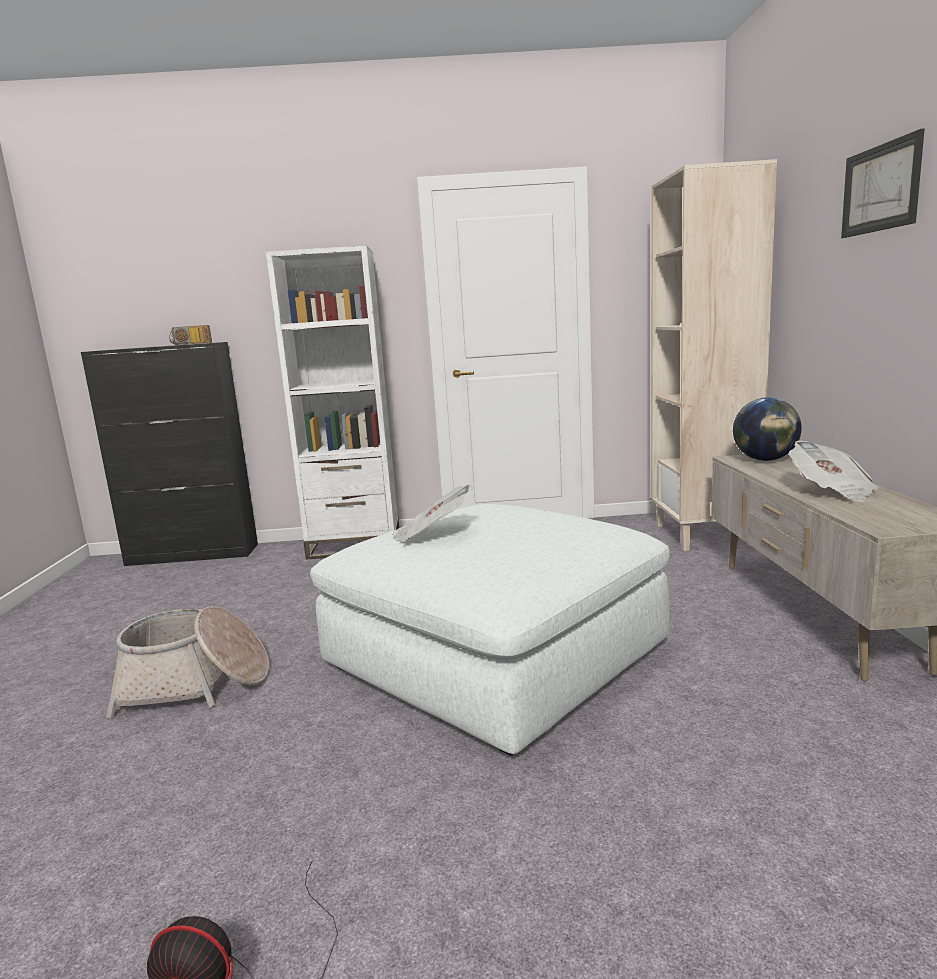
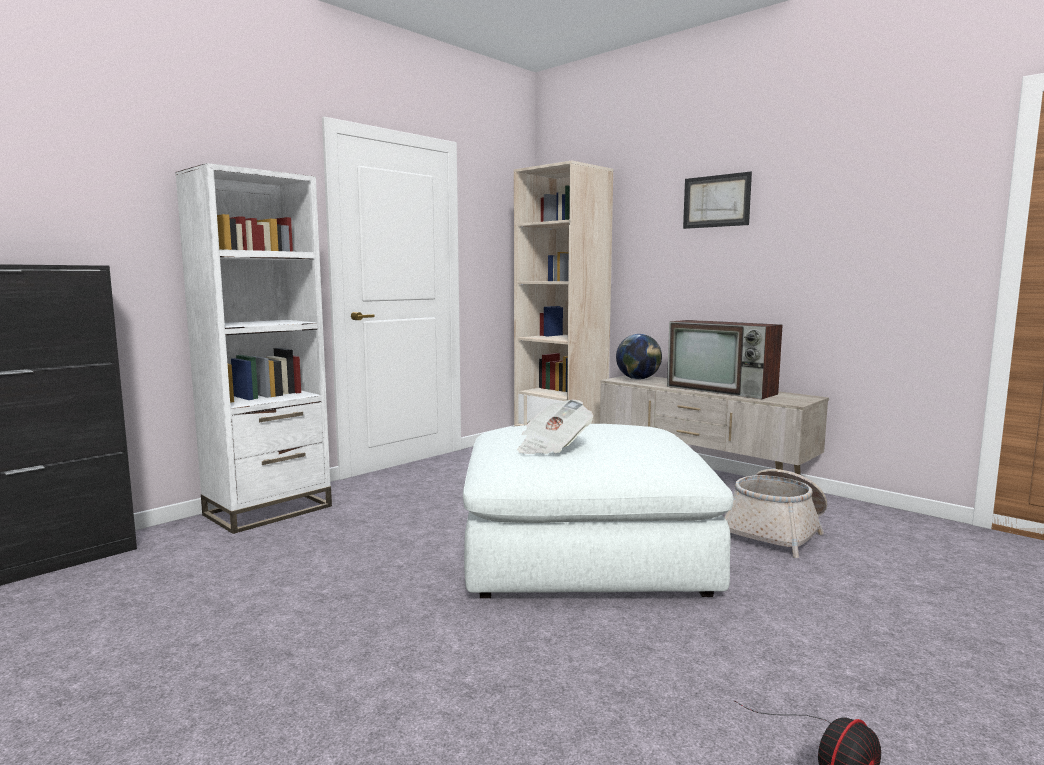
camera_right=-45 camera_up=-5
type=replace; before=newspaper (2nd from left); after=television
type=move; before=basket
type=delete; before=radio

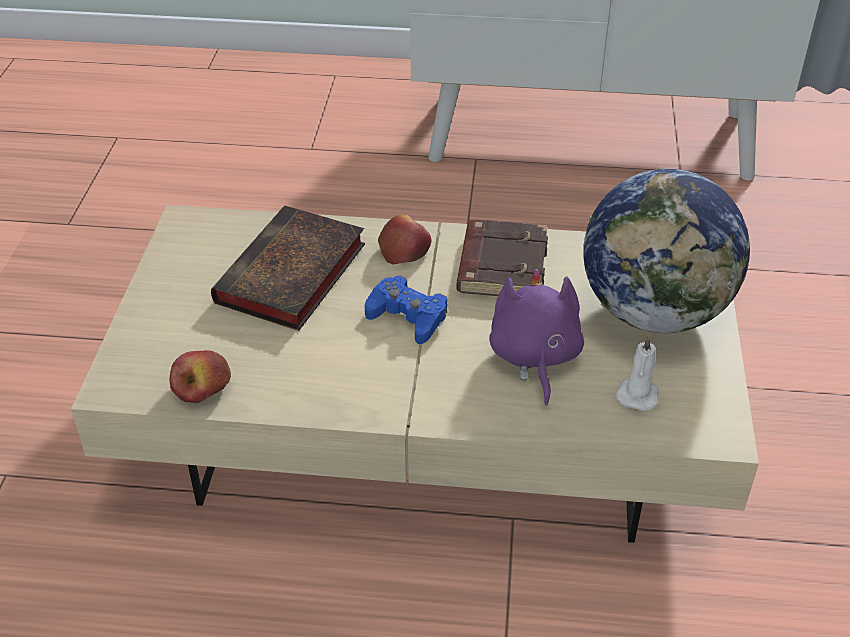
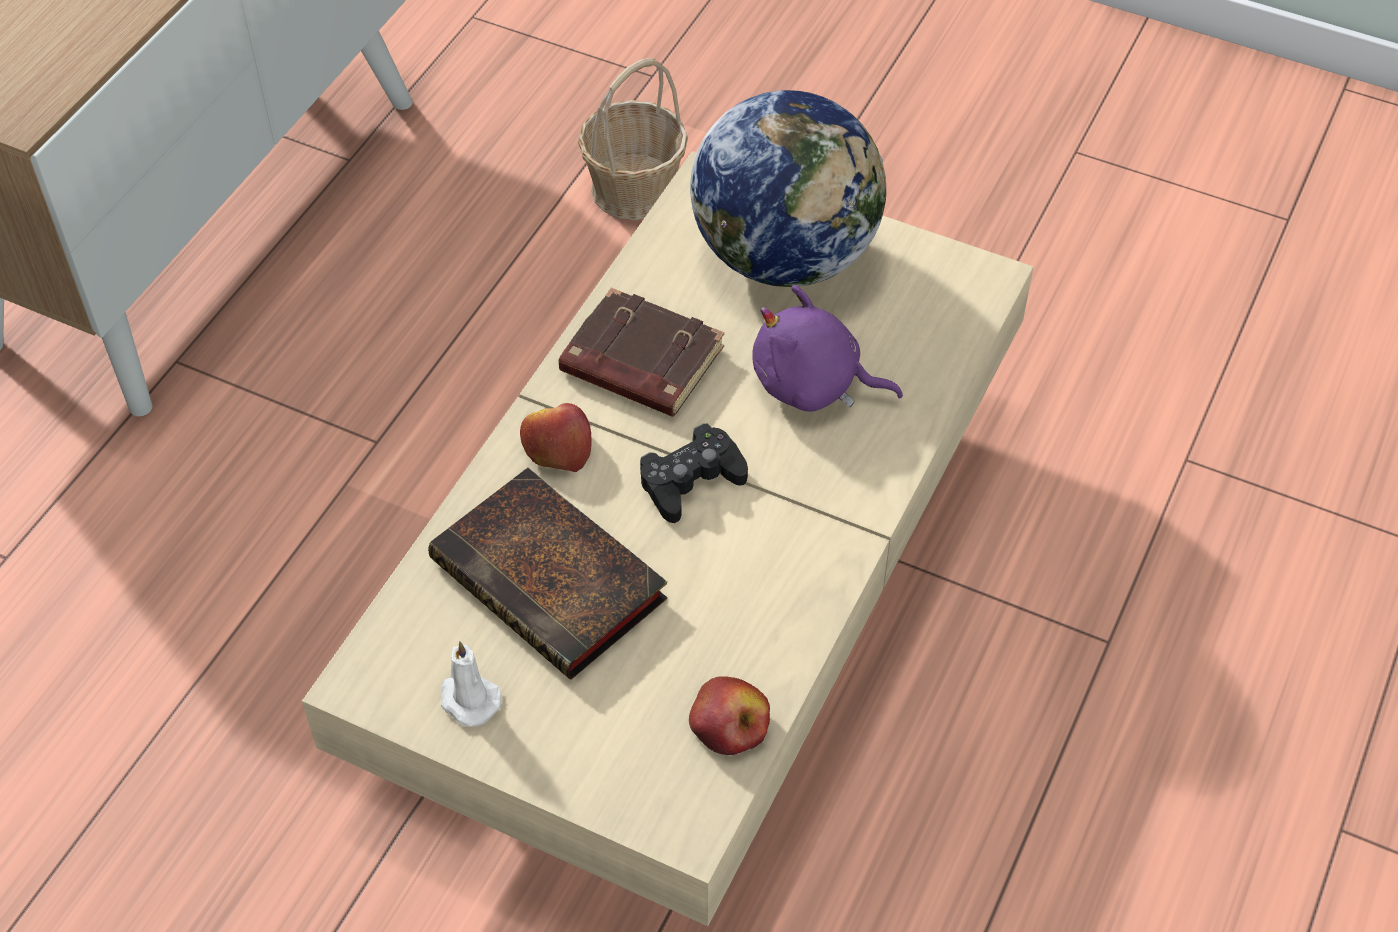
camera_right=-70 camera_up=10
type=move; before=white_candle
type=insert; after=basket
type=recolor; before=blue_game_controller; after=black_game_controller

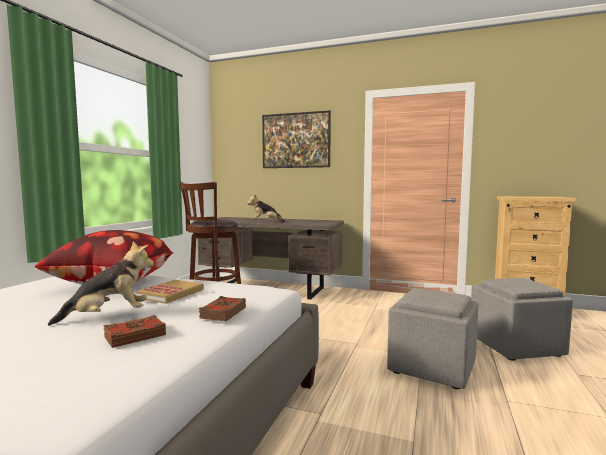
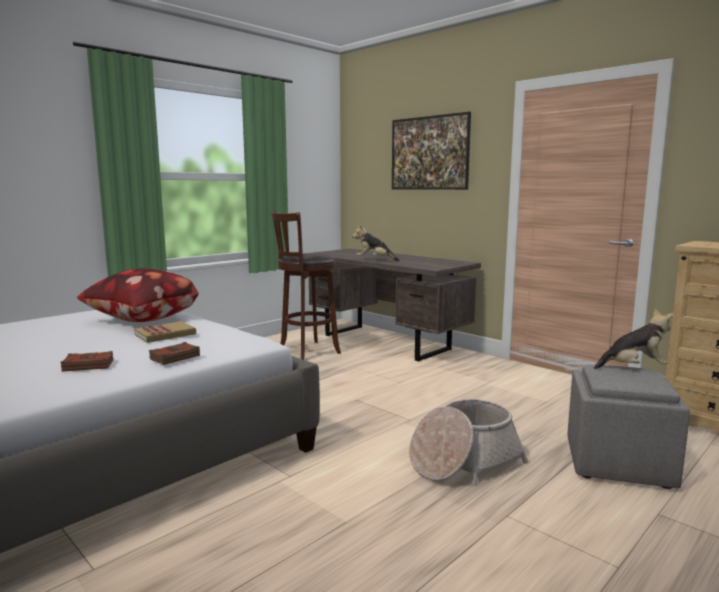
camera_right=25 camera_up=5
type=replace; before=grey_ottoman (1st from left); after=basket
type=move; before=plush_toy (1st from left in the first image); after=plush_toy (2nd from left)

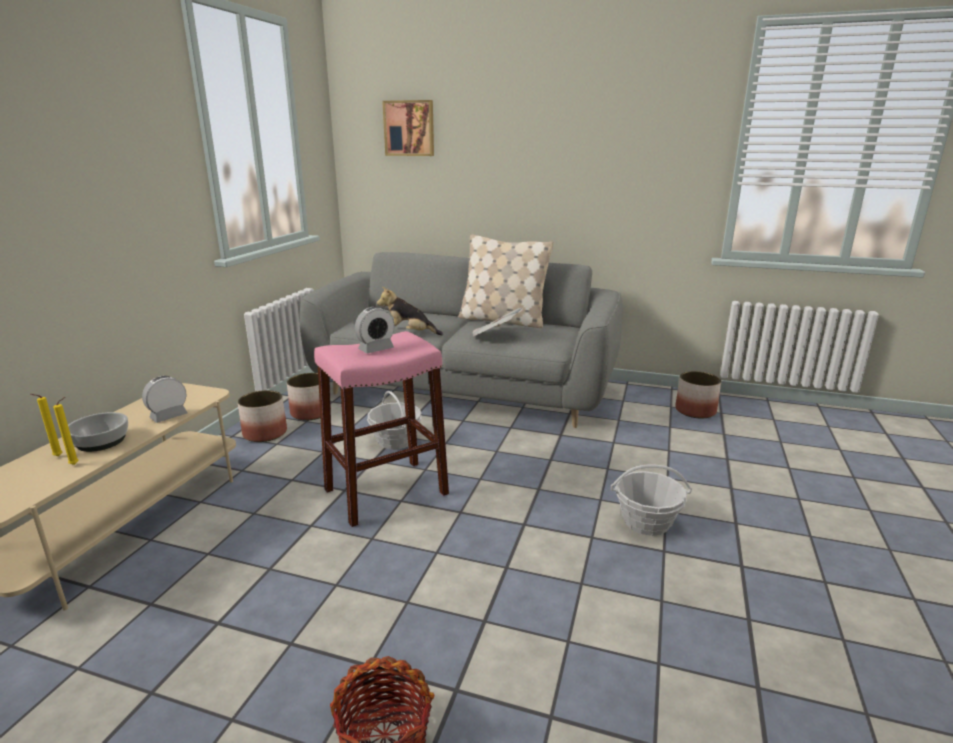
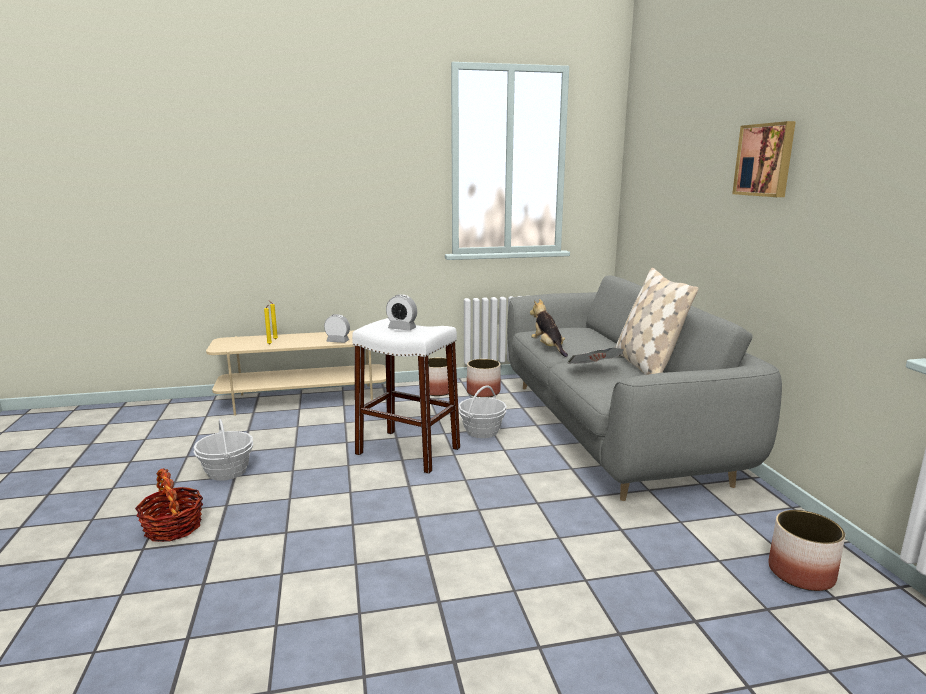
camera_right=60 camera_up=-5
type=move; before=basket (3rd from left in the first image); after=basket (2nd from left)
type=recolor; before=pink_stool; after=white_stool
type=move; before=picture
type=delete; before=bowl

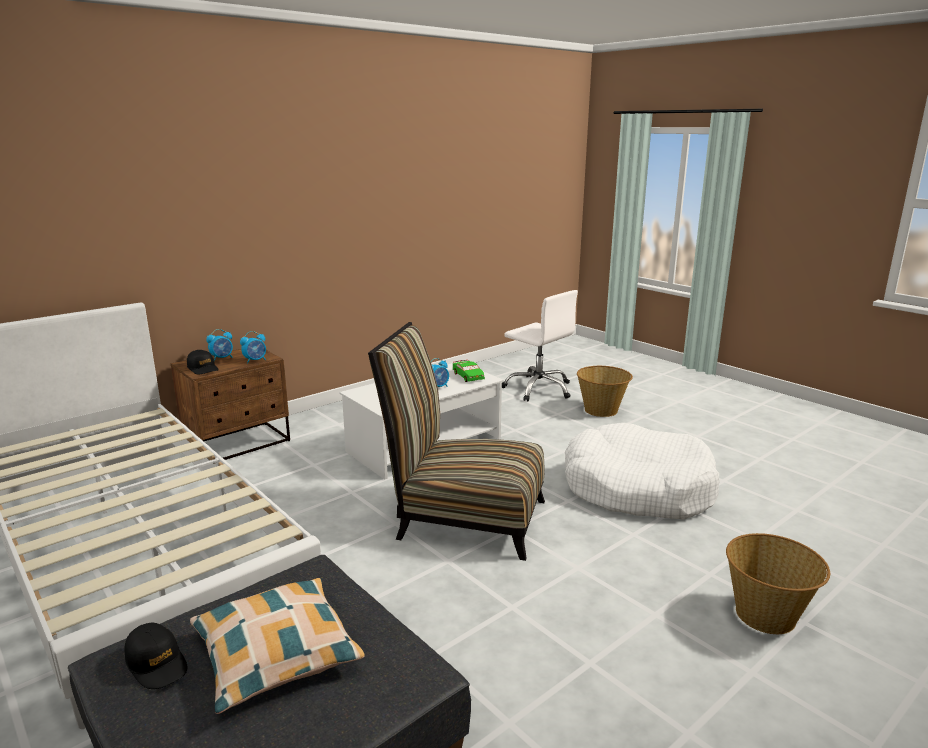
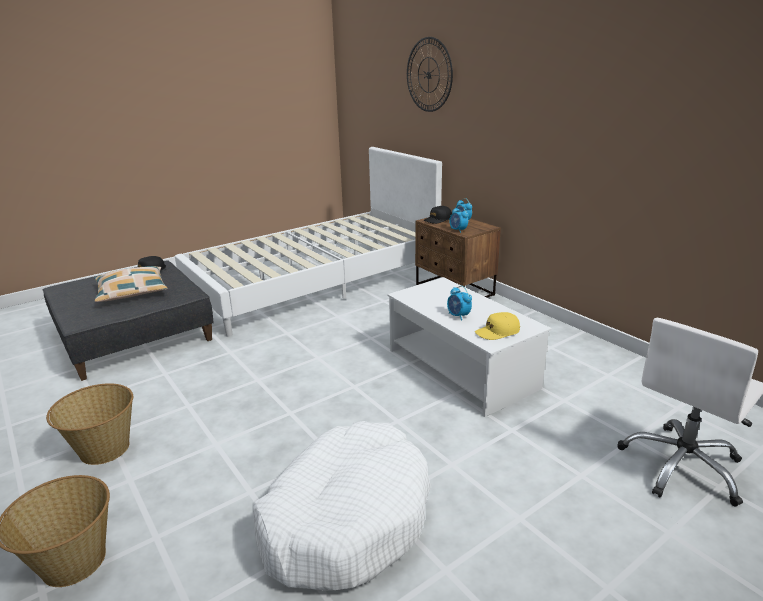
camera_right=95 camera_up=5
type=move; before=basket (1st from left in the first image); after=basket (2nd from left)
type=insert; after=wall_clock
type=replace; before=green_toy_car; after=yellow_cap
type=delete; before=chair

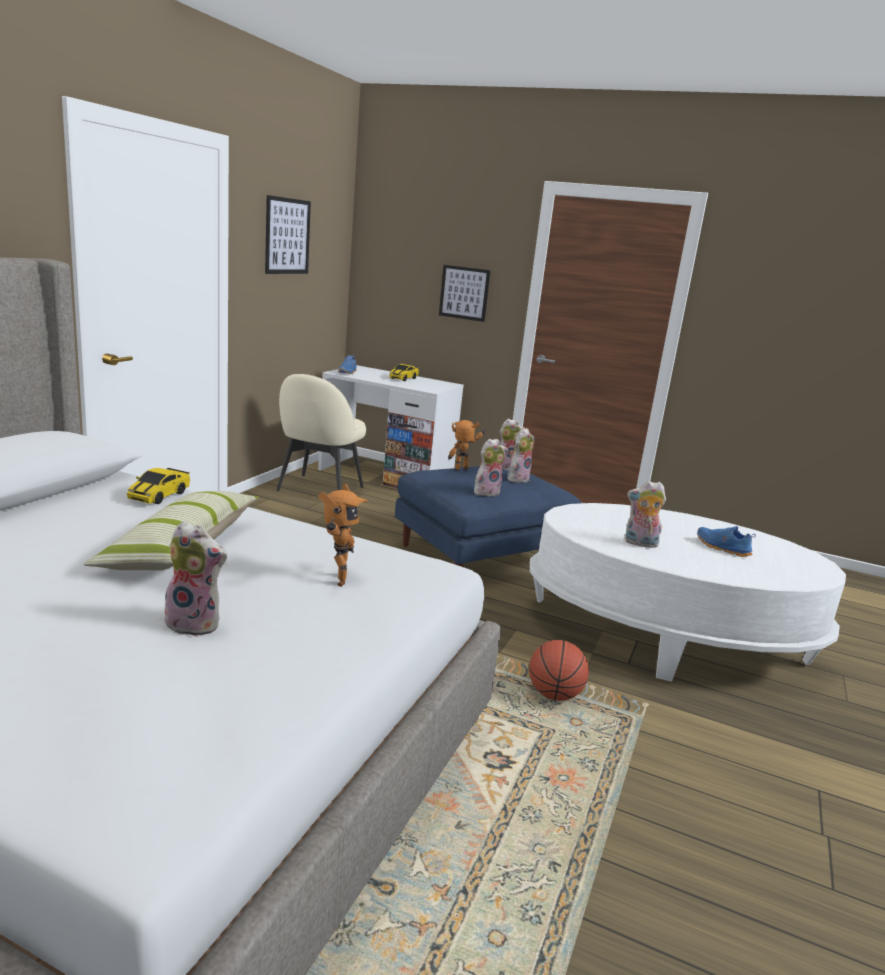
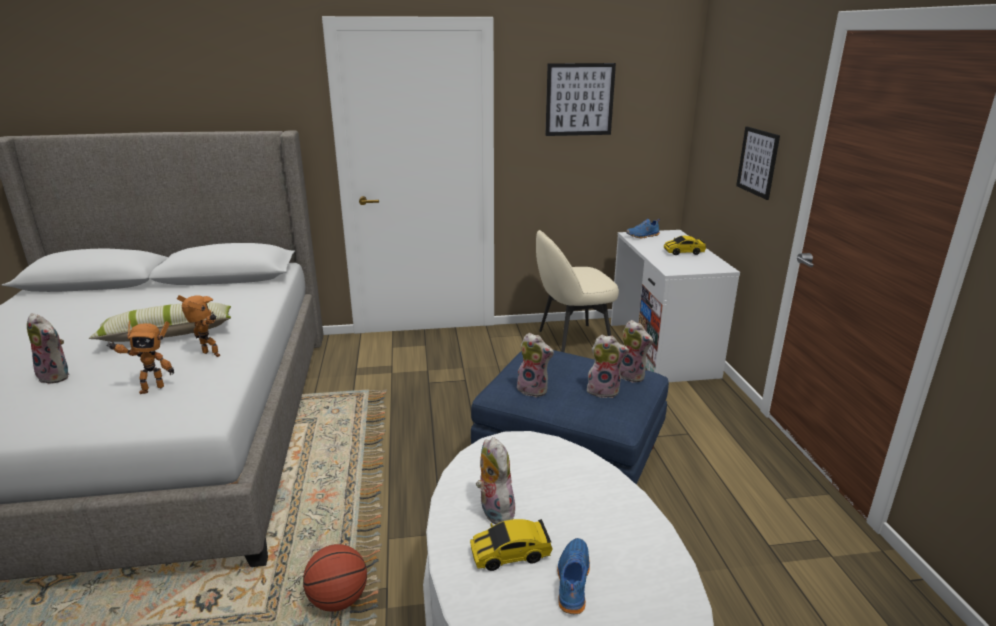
camera_right=60 camera_up=5
type=rotate; before=plush_toy (1st from left); turn=-45
type=move; before=toy_robot (2nd from left)
type=move; before=toy_car (1st from left)

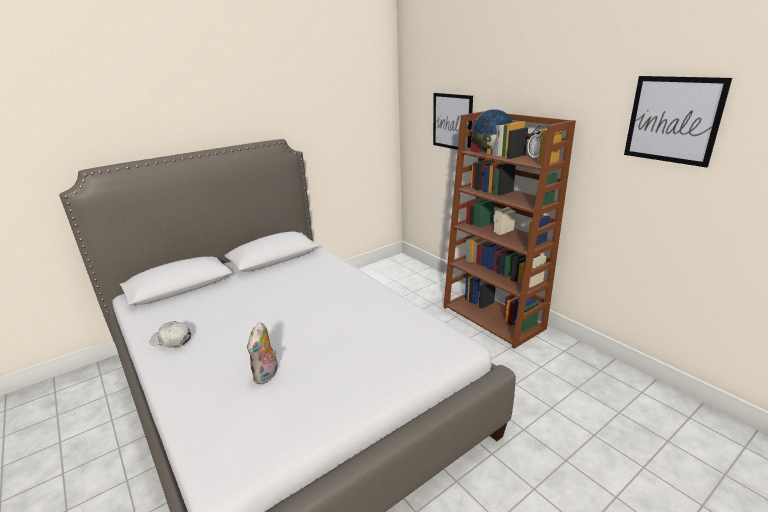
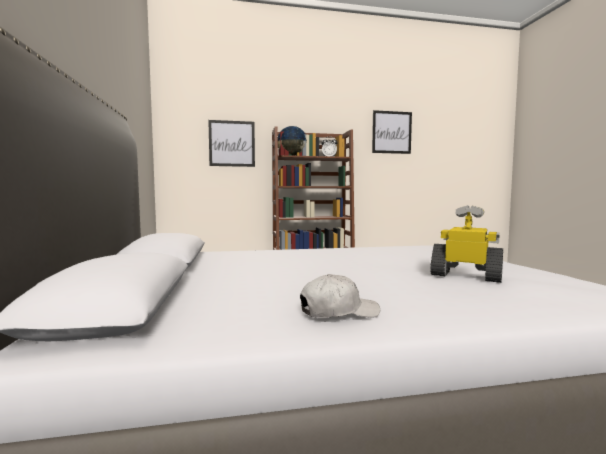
camera_right=-65 camera_up=-20
type=rotate; before=white_cap; turn=-150
type=replace; before=plush_toy; after=toy_robot

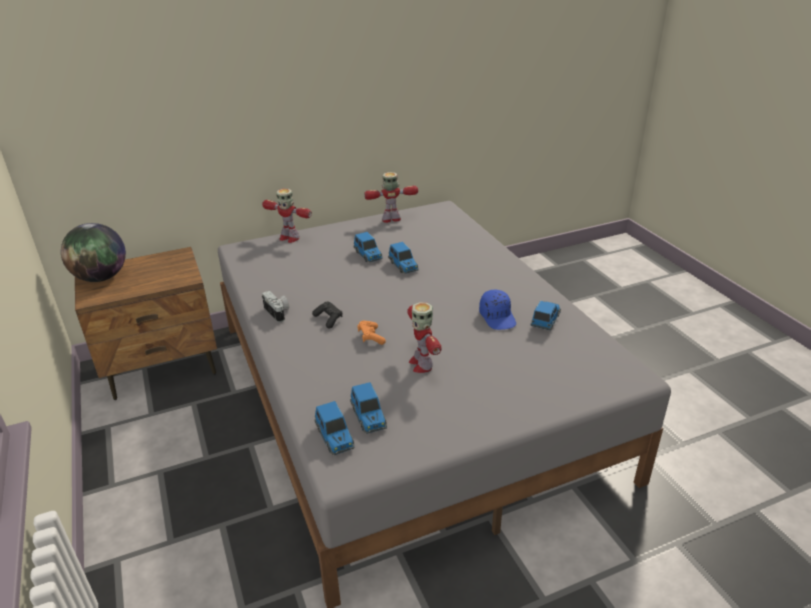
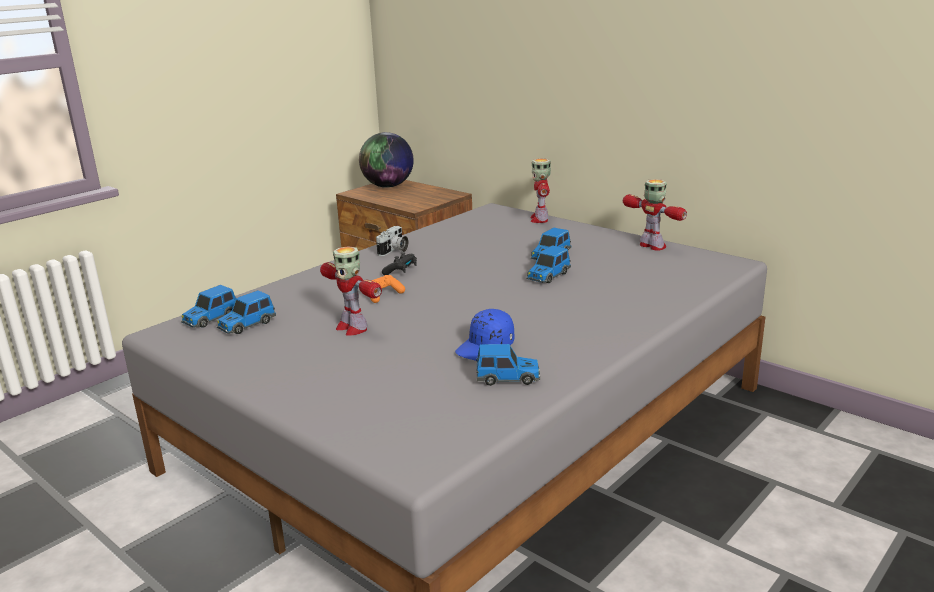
camera_right=65 camera_up=-10
type=rotate; before=toy_robot (3rd from left in the first image); turn=-90

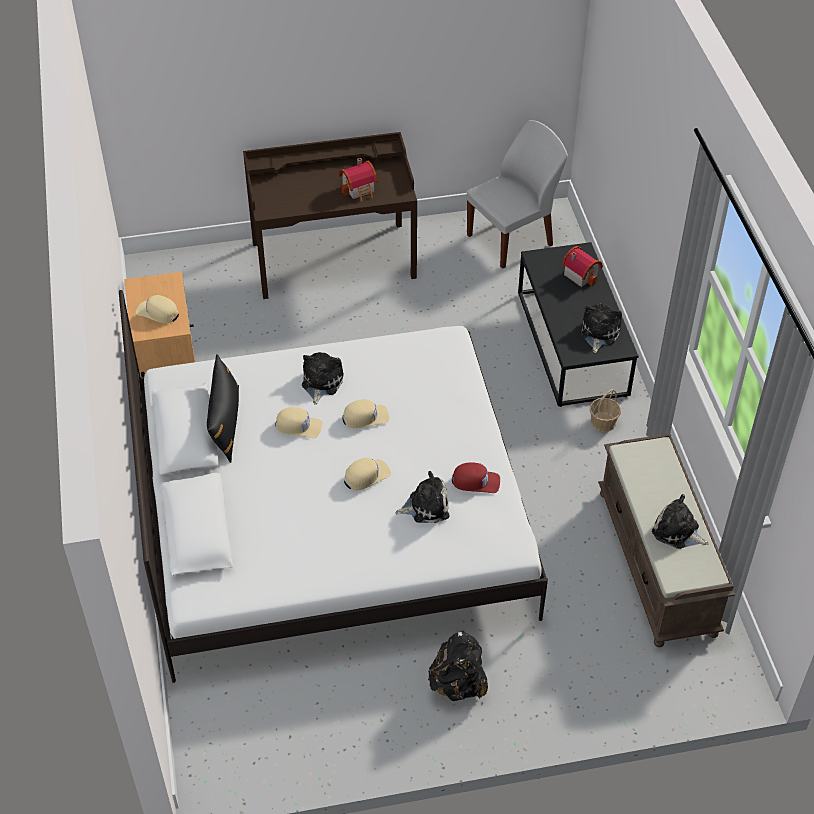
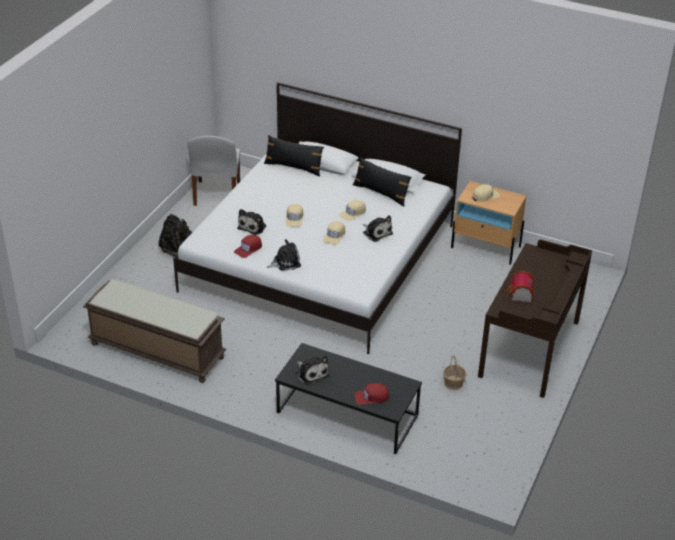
camera_right=125 camera_up=-10
type=move; before=white_chair
type=insert; after=black_pillow (1st from left)
type=move; before=plush_toy (4th from left in the first image); after=plush_toy (2nd from left)
type=replace; before=toy_house (2nd from left); after=red_cap (2nd from left)
type=move; before=basket

